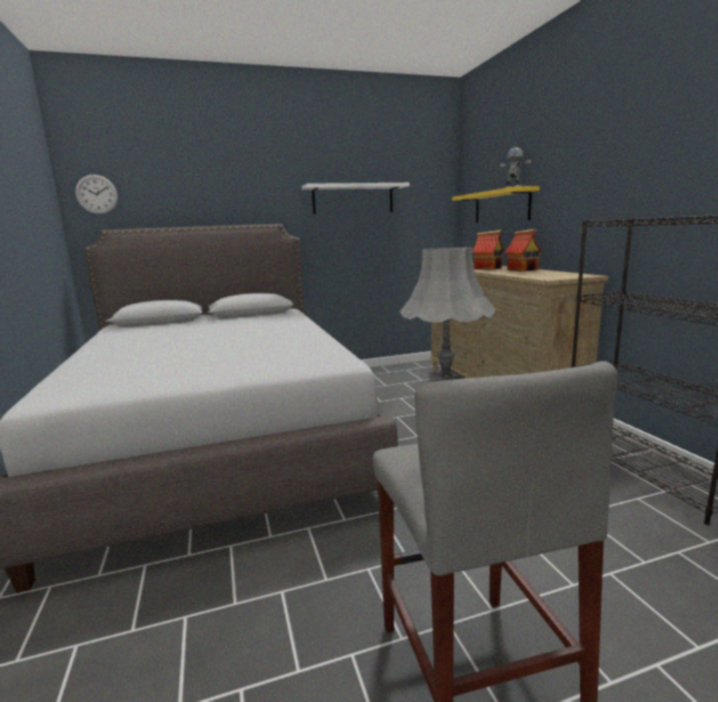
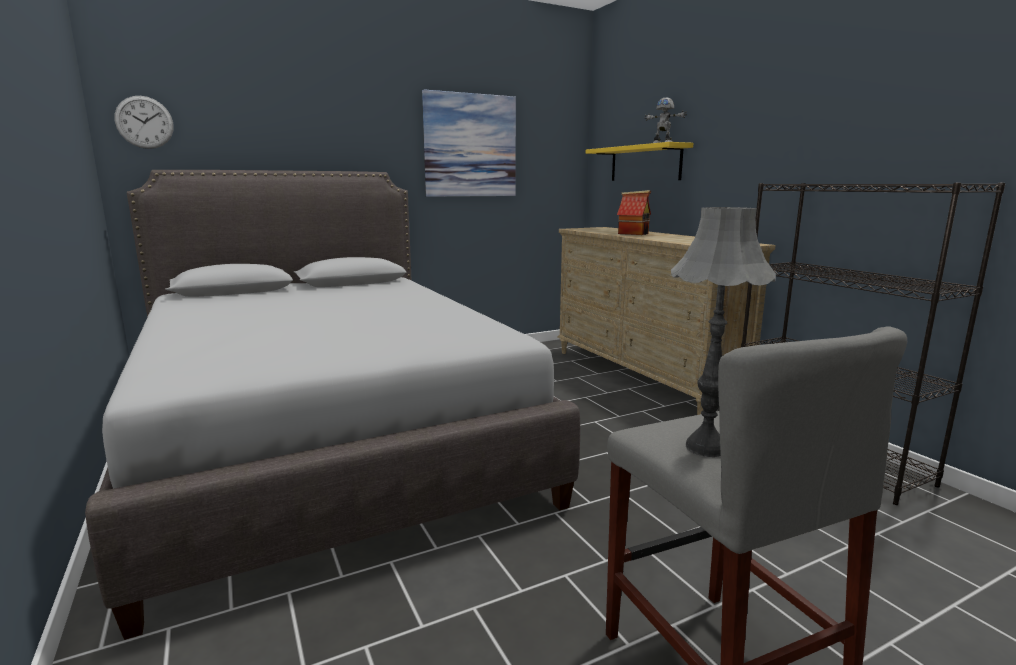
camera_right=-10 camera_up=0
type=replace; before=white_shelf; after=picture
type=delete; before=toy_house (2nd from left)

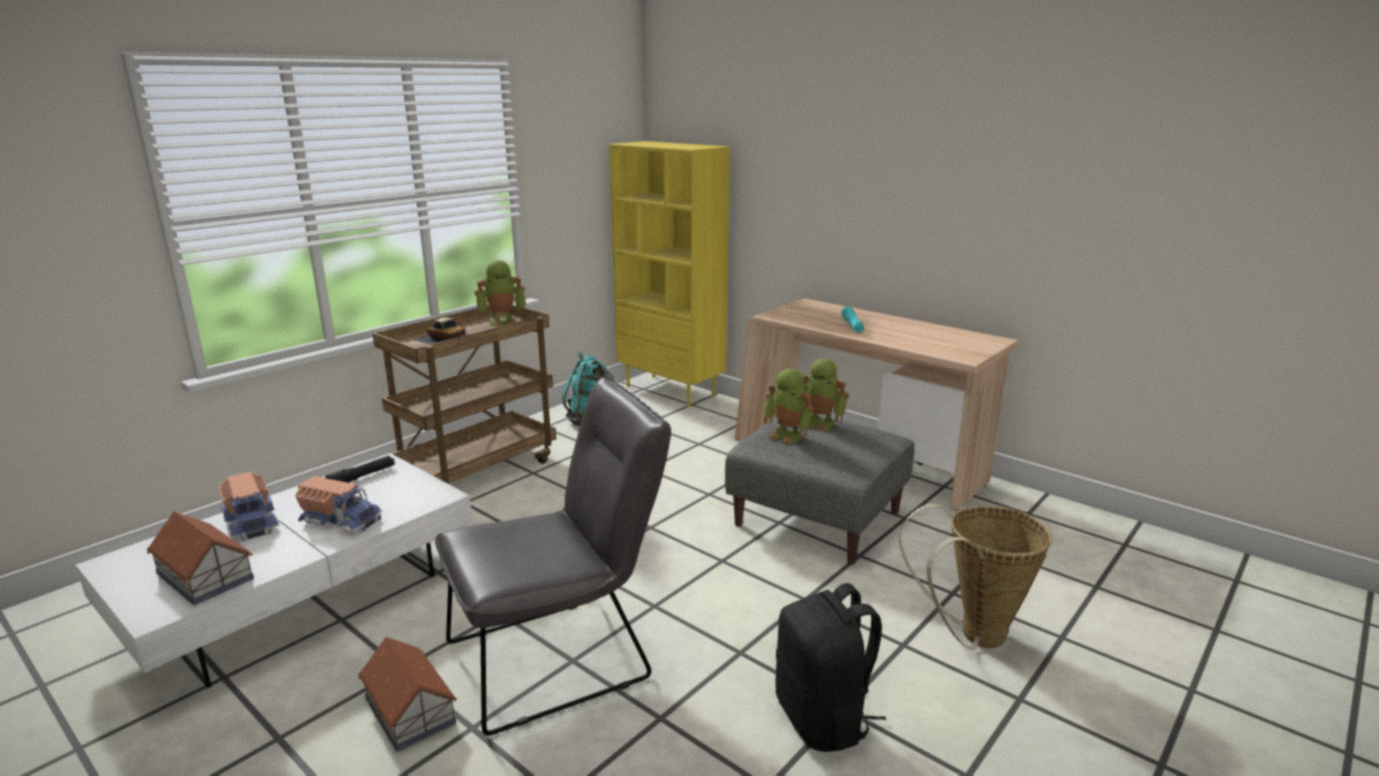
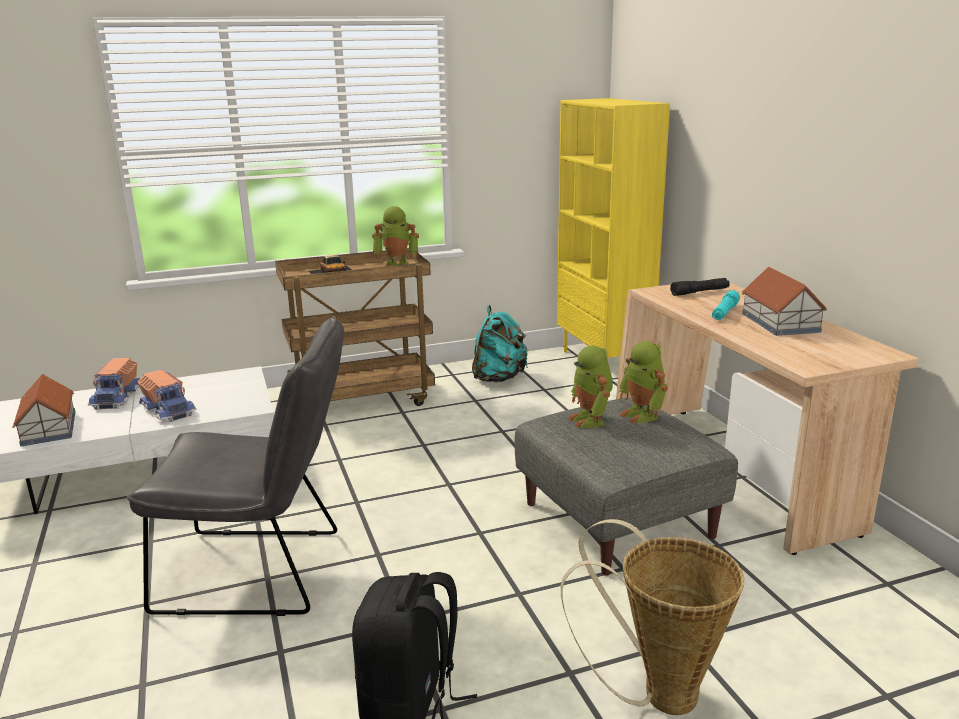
camera_right=30 camera_up=0
type=move; before=black_flashlight
type=move; before=toy_house (2nd from left)

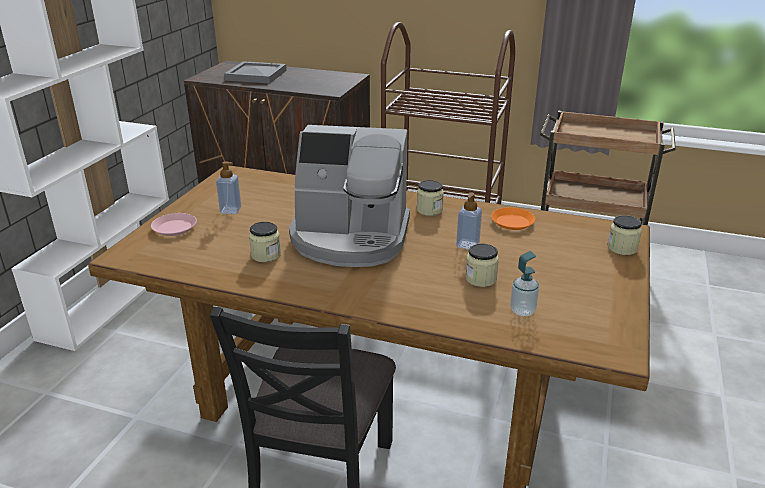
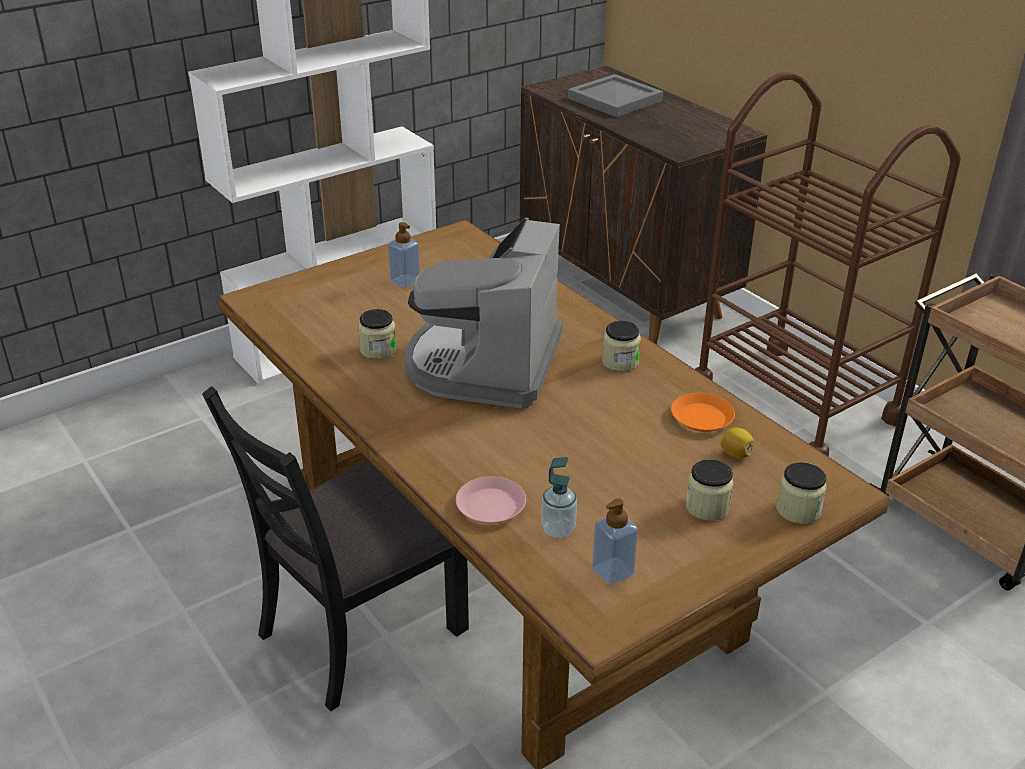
camera_right=35 camera_up=5
type=rotate; before=coffee_machine; turn=60
type=move; before=pink_plate
type=move; before=soap_dispenser (2nd from left in the first image); after=soap_dispenser (3rd from left)
type=move; before=jar (3rd from left)
type=insert; after=lemon

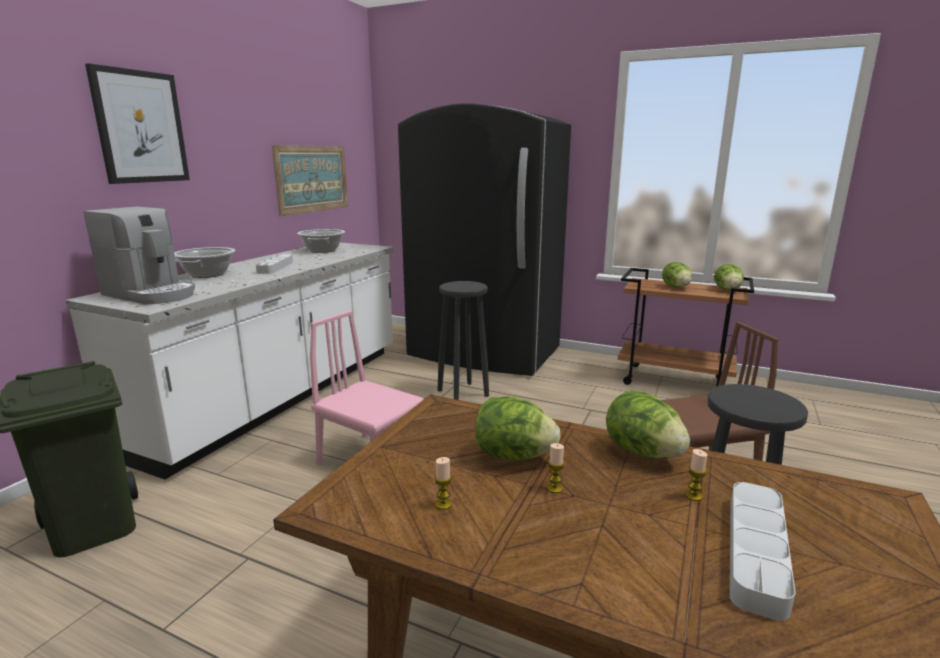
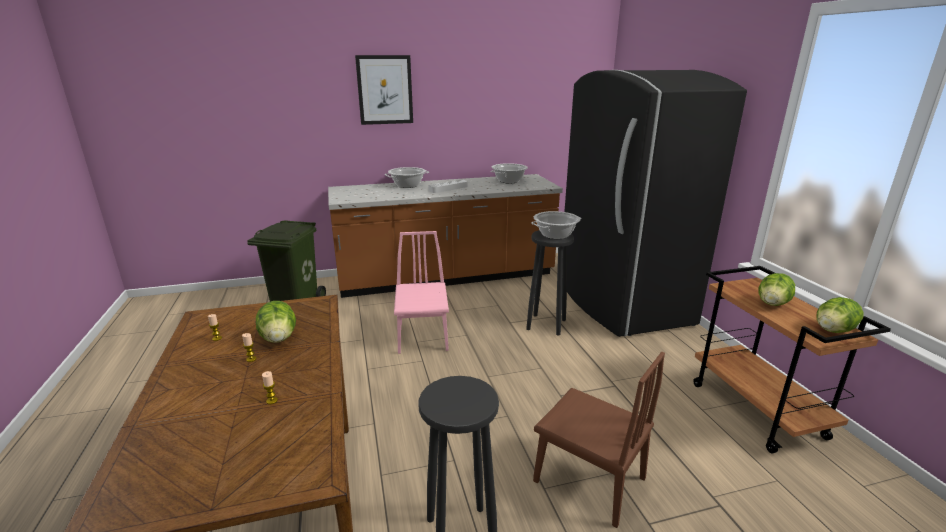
camera_right=50 camera_up=5
type=recolor; before=white_counter; after=brown_counter
type=insert; after=cooking_pot (3rd from left)
type=delete; before=coffee_machine
type=delete; before=picture (2nd from left)
type=delete; before=lettuce (2nd from left)
type=delete; before=grey_tray (2nd from left)

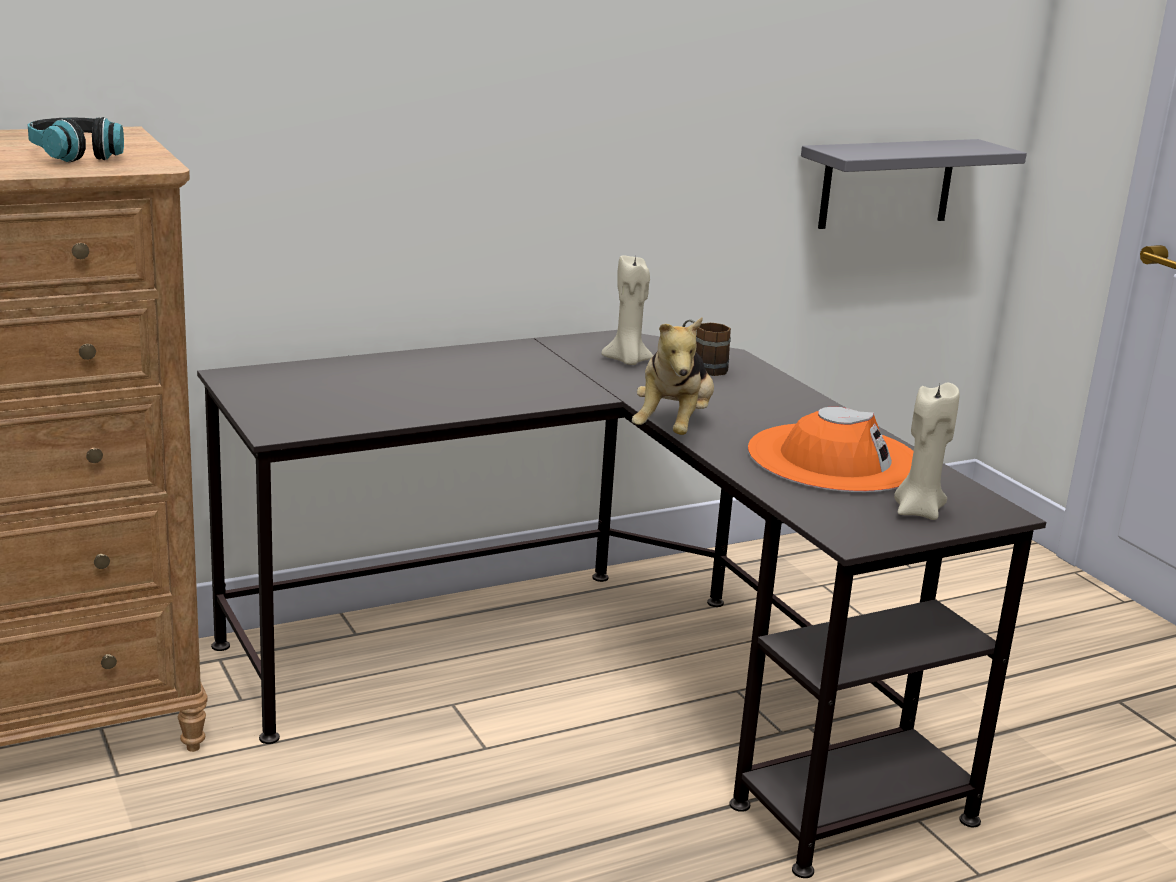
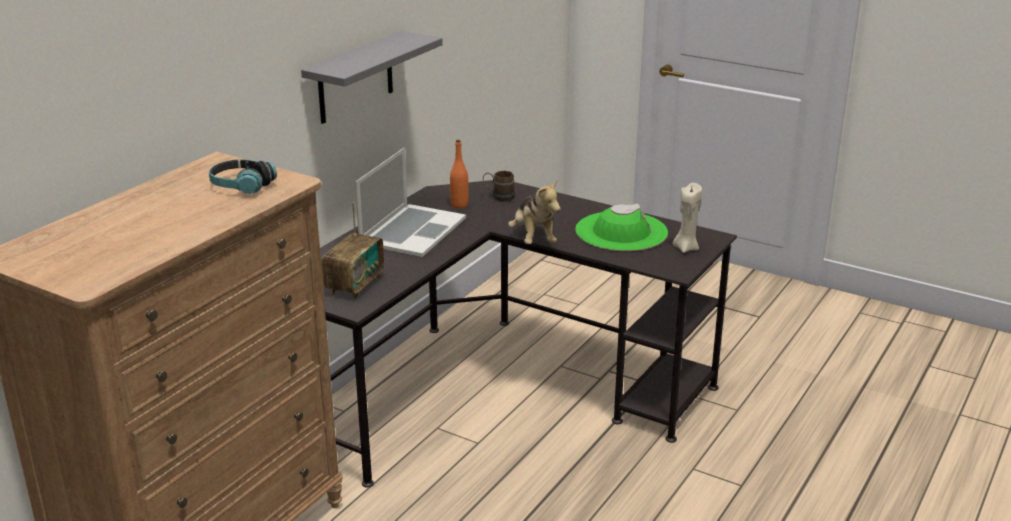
camera_right=-30 camera_up=5
type=move; before=grey_shelf
type=insert; after=radio
type=insert; after=laptop
type=replace; before=beige_candle (1st from left); after=orange_bottle
type=recolor; before=orange_hat; after=green_hat

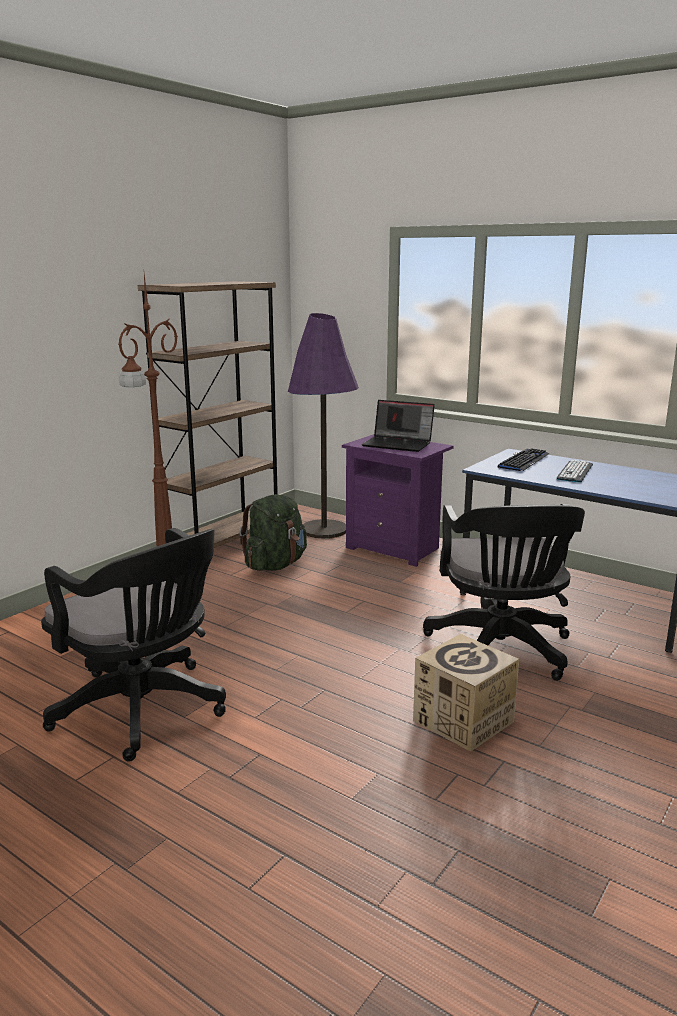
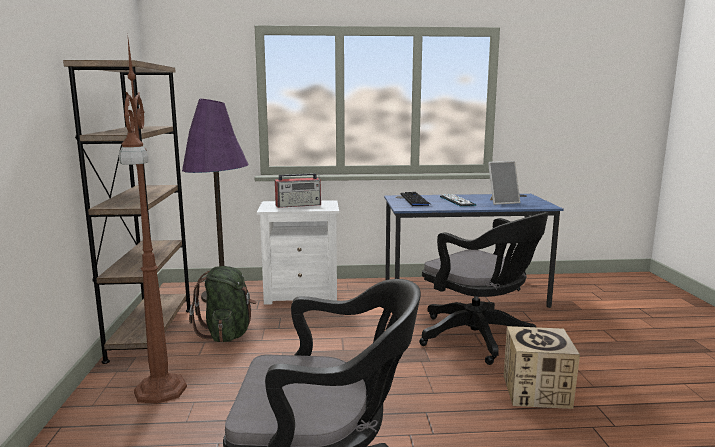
camera_right=-40 camera_up=-5
type=recolor; before=purple_nightstand; after=white_nightstand
type=replace; before=laptop; after=radio
type=insert; after=picture_frame

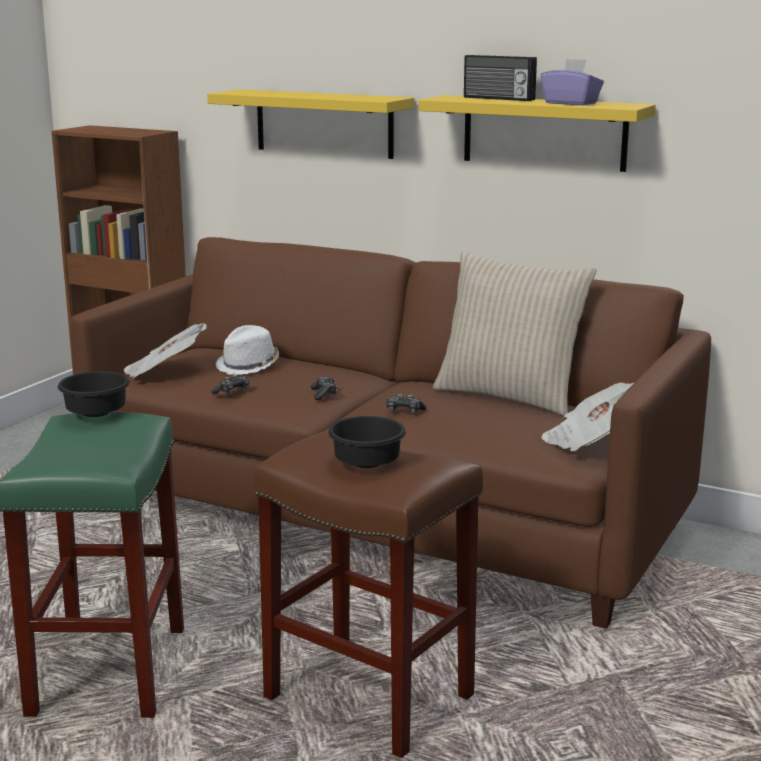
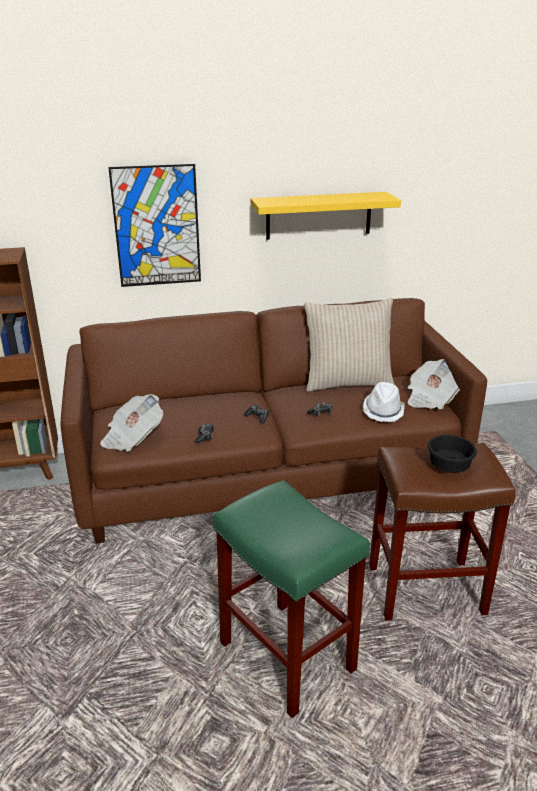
camera_right=-40 camera_up=10
type=replace; before=yellow_shelf (1st from left); after=picture
type=move; before=white_hat
type=delete; before=black_bowl (1st from left)
type=delete; before=radio
type=delete; before=purple_tissue_box

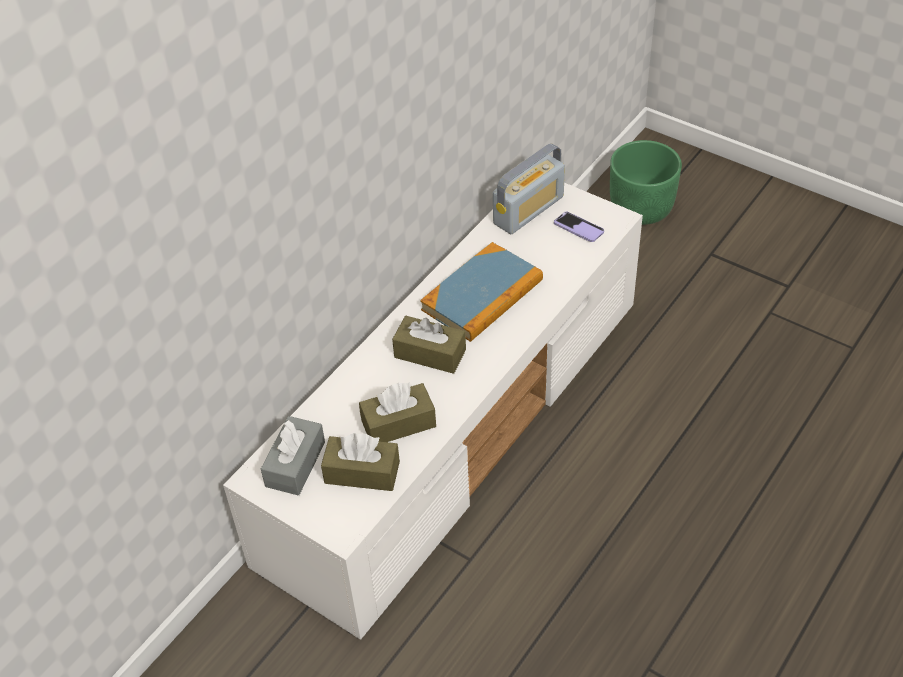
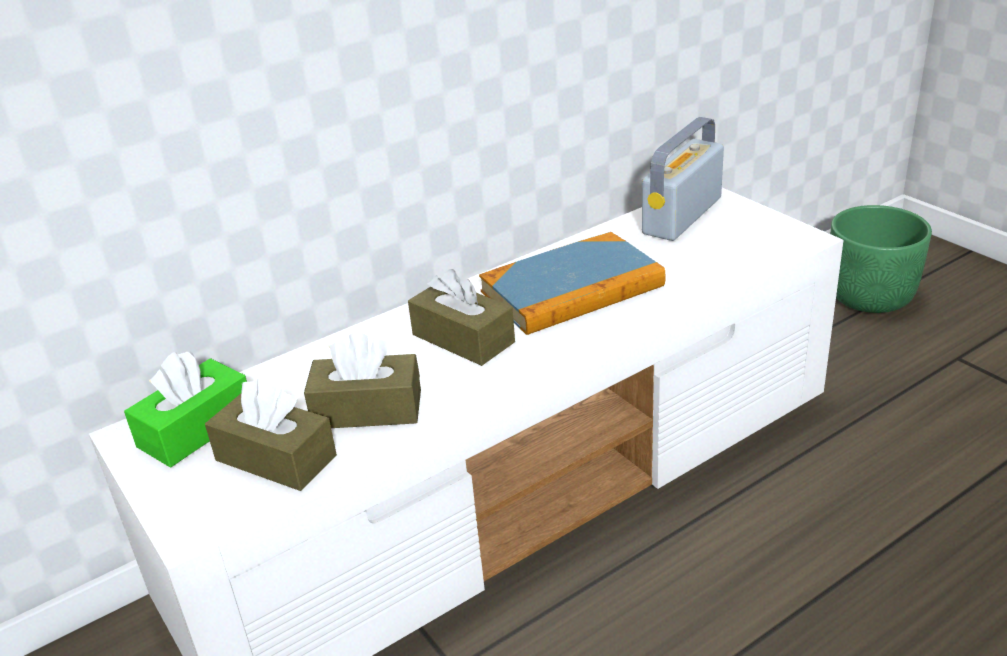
camera_right=20 camera_up=-15
type=recolor; before=grey_tissue_box; after=green_tissue_box
type=rotate; before=radio; turn=150
type=delete; before=phone

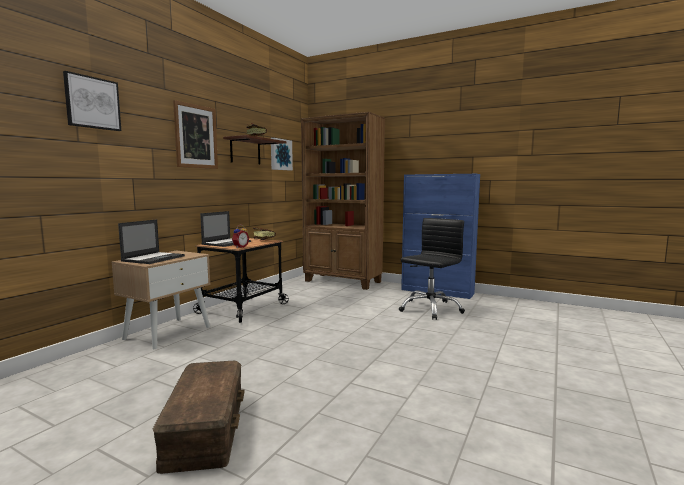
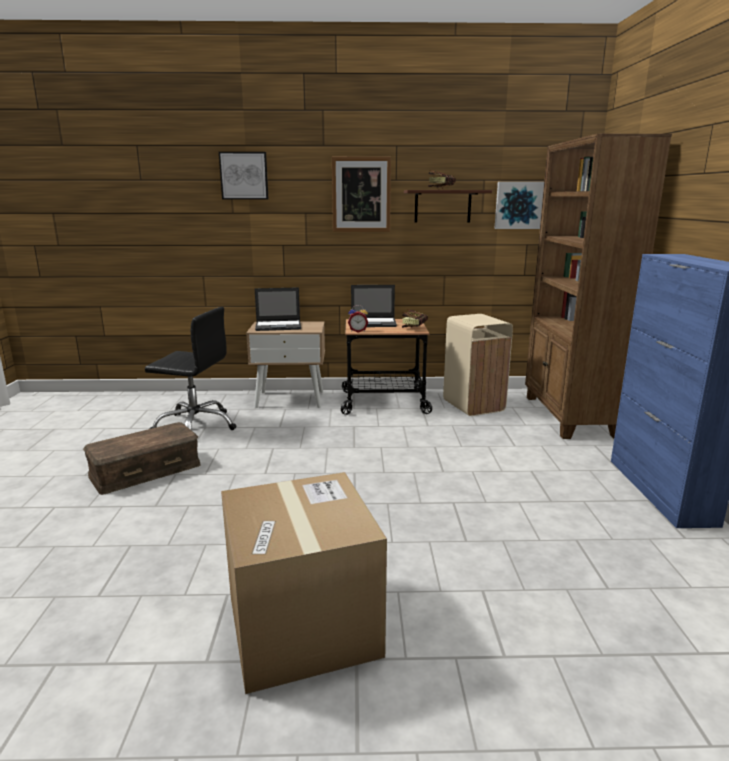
camera_right=60 camera_up=10
type=move; before=black_office_chair
type=insert; after=cardboard_box
type=insert; after=beige_trash_can

